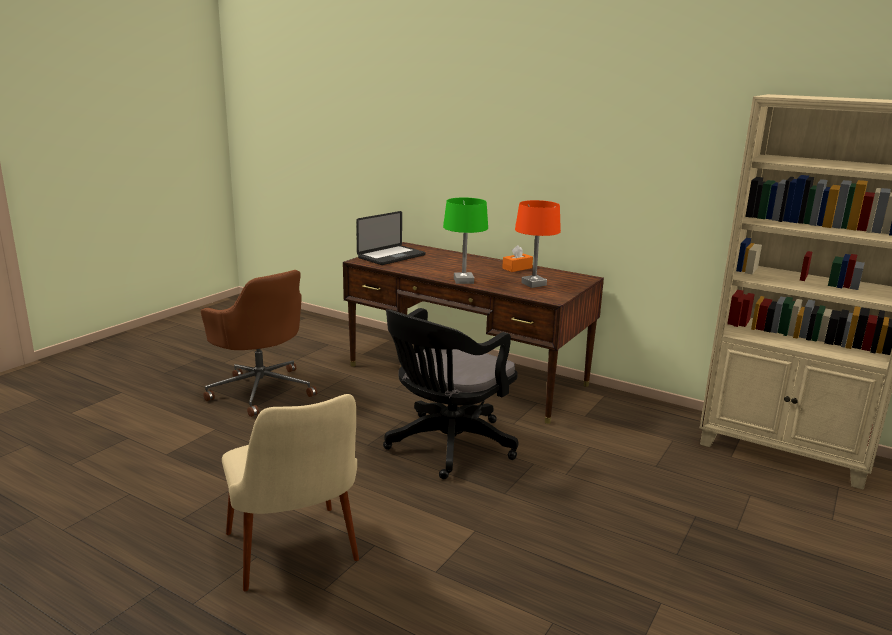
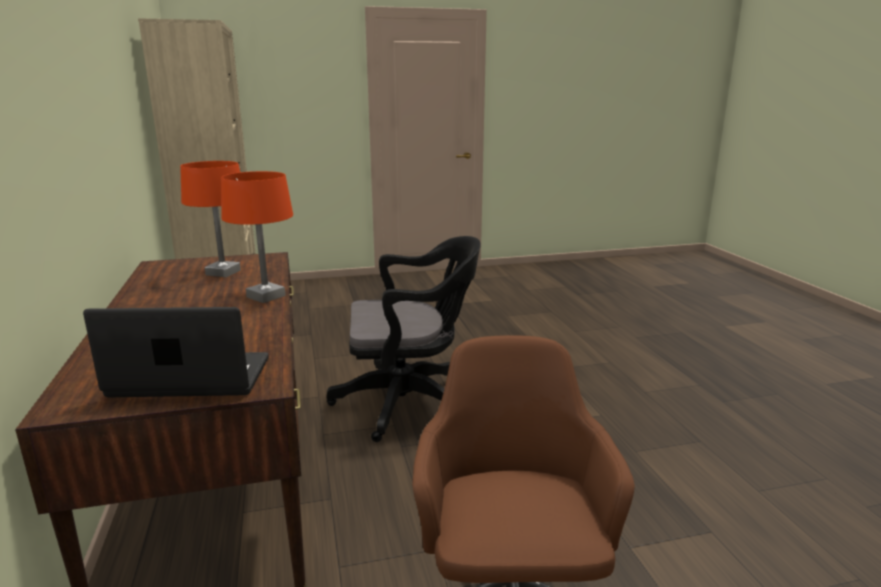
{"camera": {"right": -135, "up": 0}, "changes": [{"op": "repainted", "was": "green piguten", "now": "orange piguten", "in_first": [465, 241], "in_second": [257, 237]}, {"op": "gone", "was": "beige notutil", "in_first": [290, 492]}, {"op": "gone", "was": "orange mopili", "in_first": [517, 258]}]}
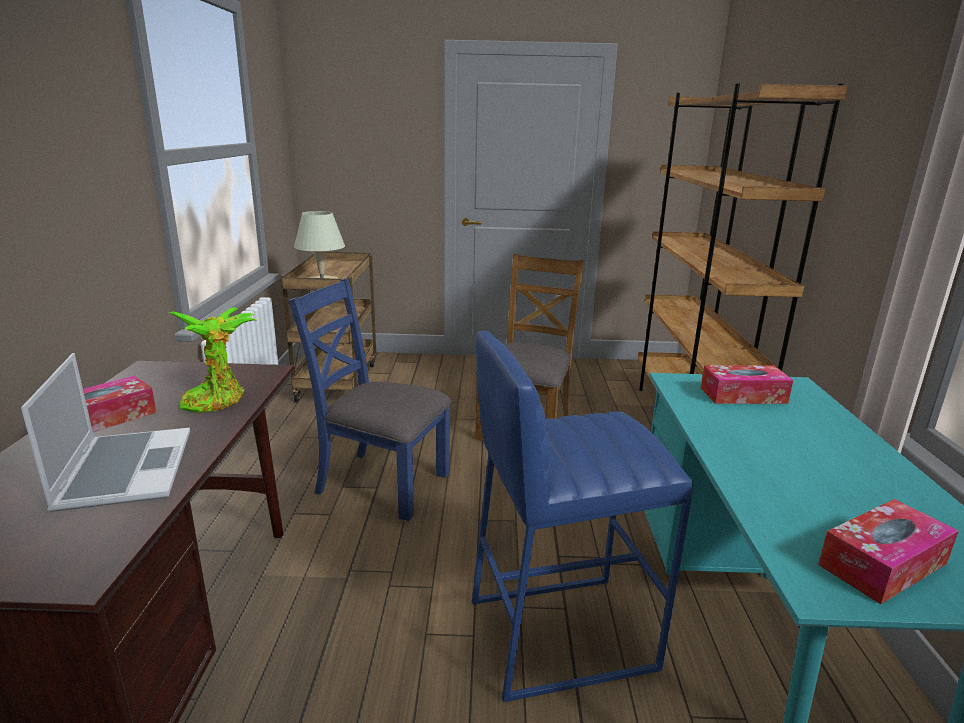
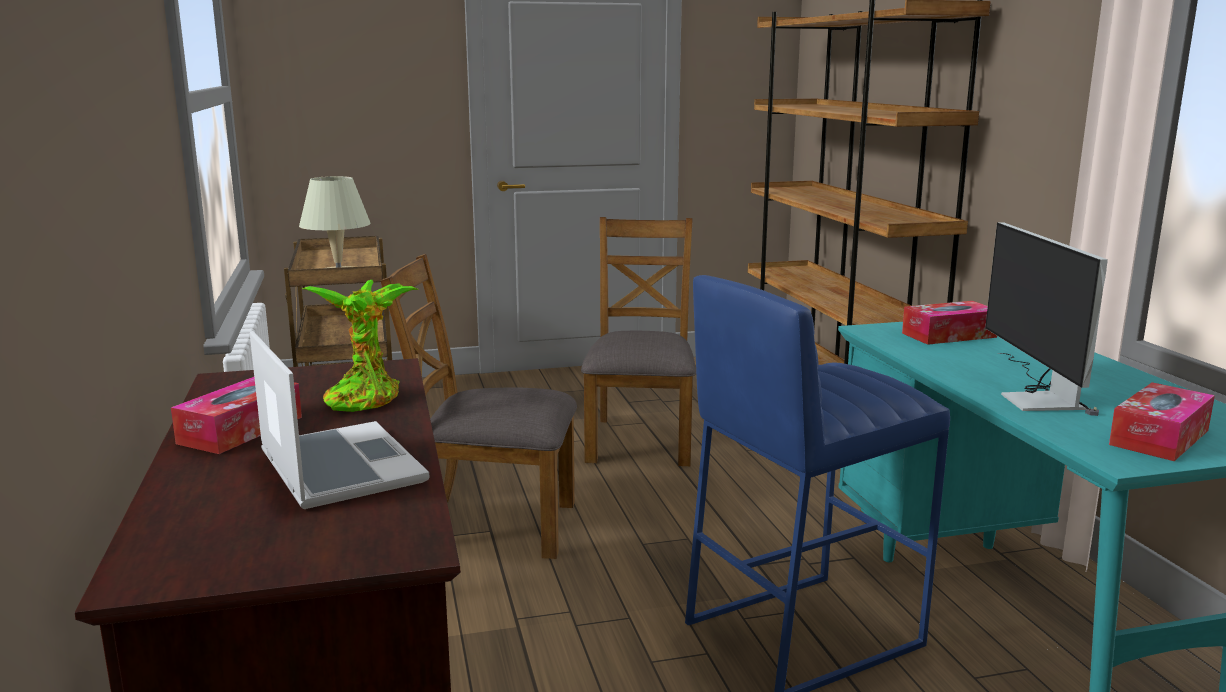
{"camera": {"right": -15, "up": -5}, "changes": [{"op": "repainted", "was": "blue notutil", "now": "brown notutil", "in_first": [370, 399], "in_second": [479, 406]}, {"op": "new", "now": "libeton", "in_second": [1046, 319]}]}
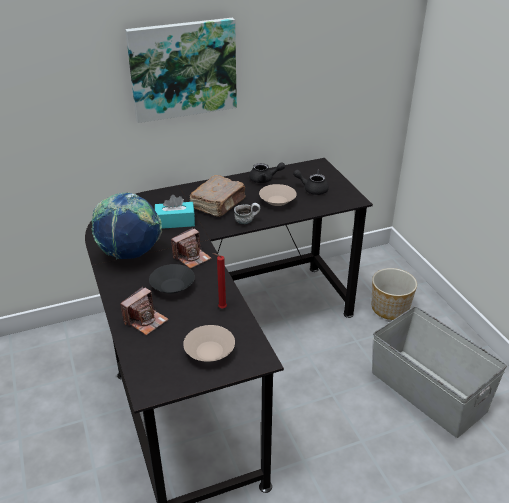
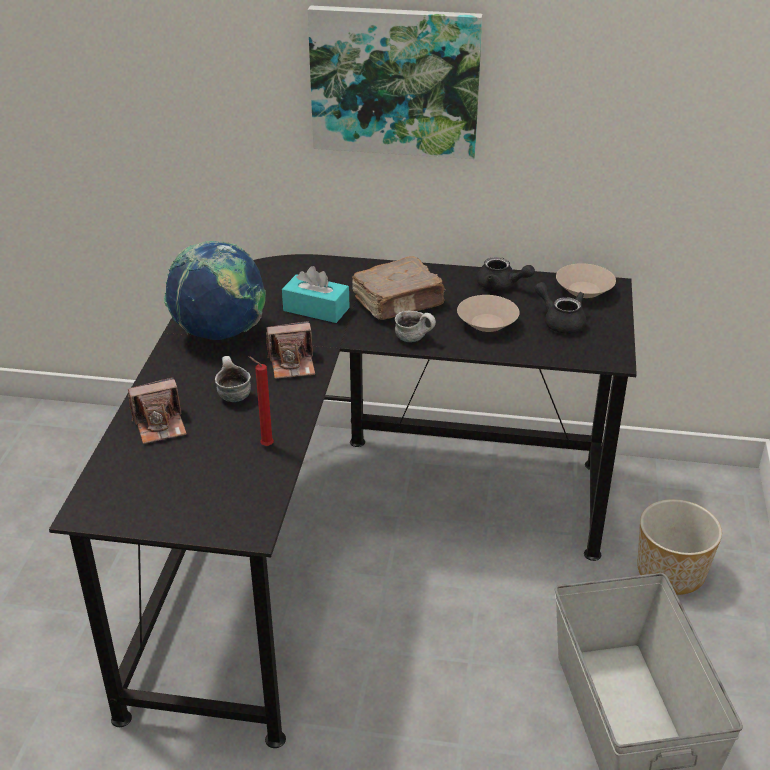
{"camera": {"right": 30, "up": 0}, "changes": [{"op": "swapped", "was": "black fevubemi", "now": "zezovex", "in_first": [172, 279], "in_second": [233, 379]}, {"op": "shifted", "was": "beige fevubemi", "in_first": [209, 343], "in_second": [586, 280]}]}
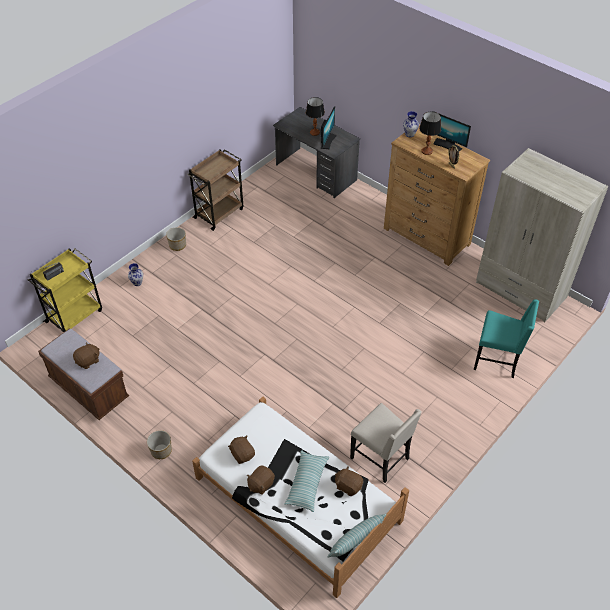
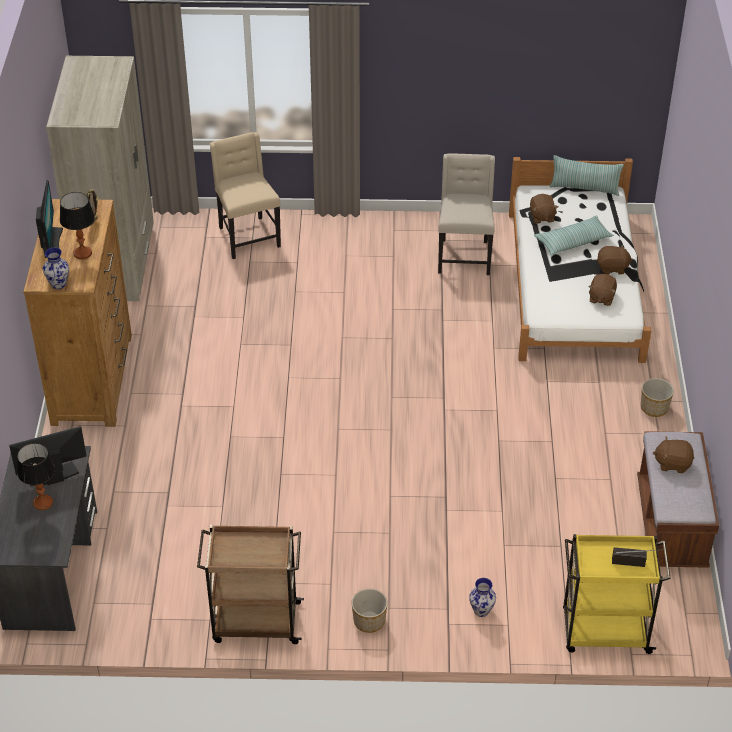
{"camera": {"right": -130, "up": -5}, "changes": [{"op": "repainted", "was": "turquoise notutil", "now": "beige notutil", "in_first": [506, 338], "in_second": [245, 195]}]}
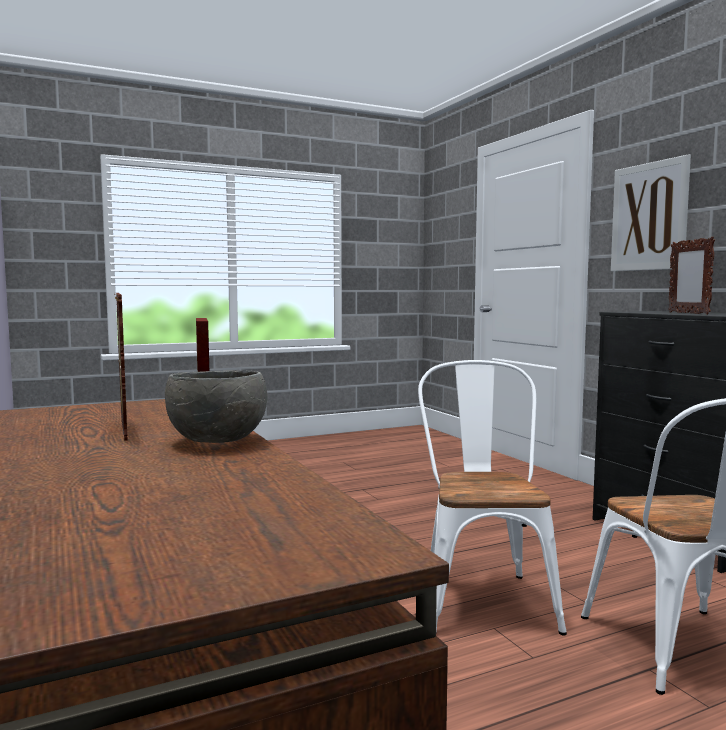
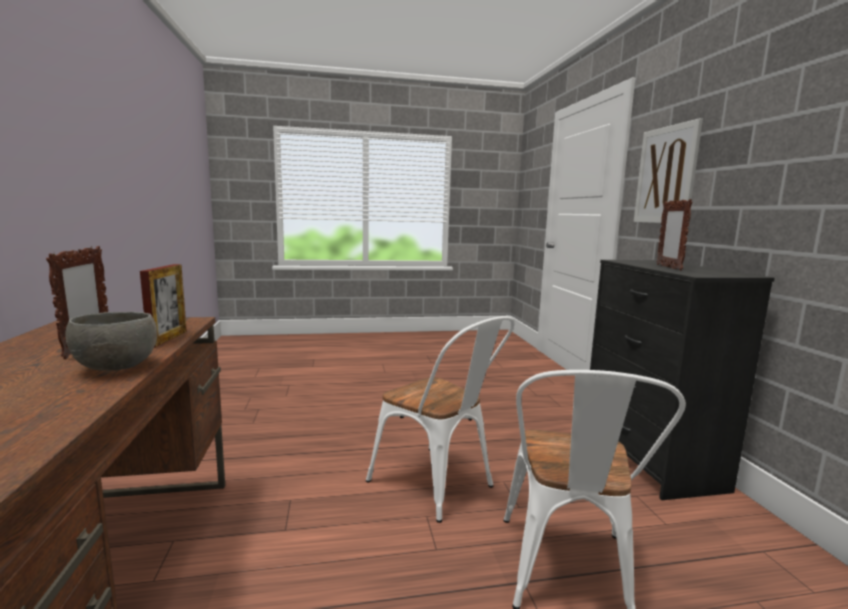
{"camera": {"right": 15, "up": 5}, "changes": [{"op": "rotated", "was": "white notutil", "in_first": [492, 498], "in_second": [440, 419], "clockwise": 120}]}
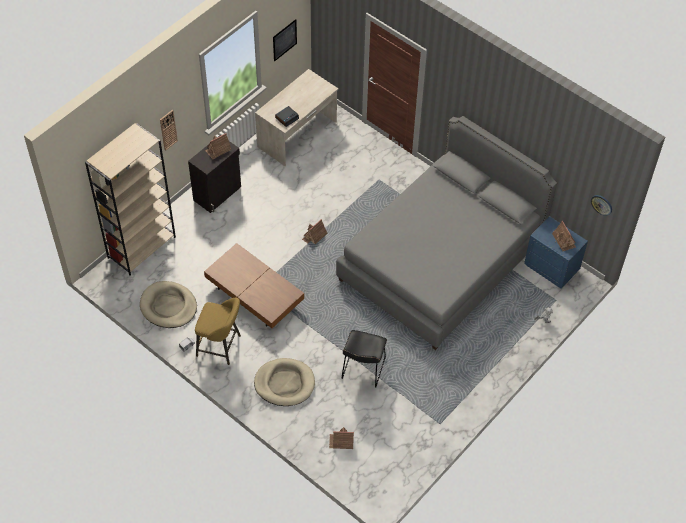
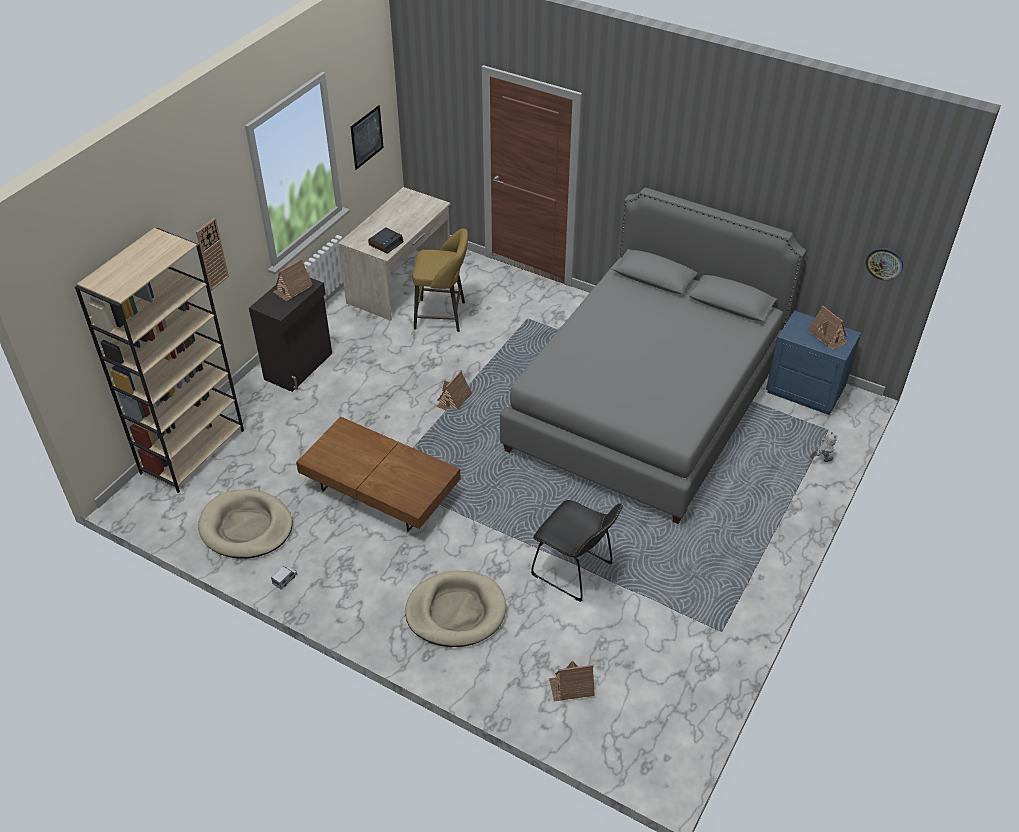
{"camera": {"right": -10, "up": -10}, "changes": [{"op": "shifted", "was": "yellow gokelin", "in_first": [218, 331], "in_second": [440, 280]}, {"op": "rotated", "was": "black notutil", "in_first": [364, 358], "in_second": [577, 551], "clockwise": -60}]}
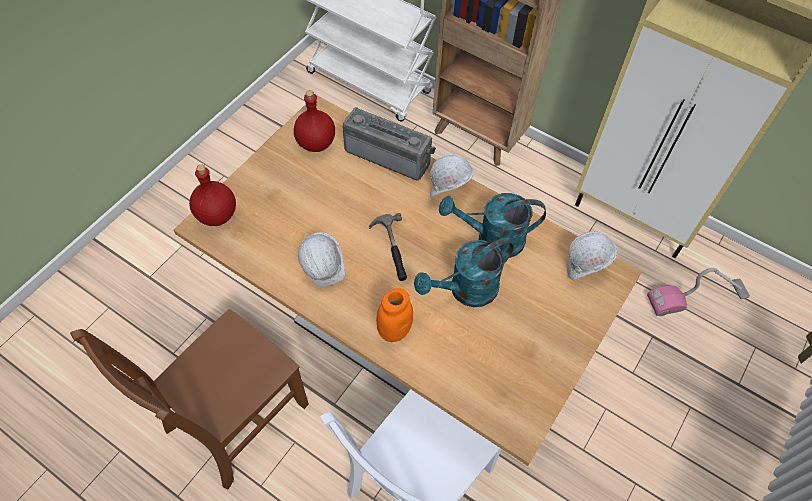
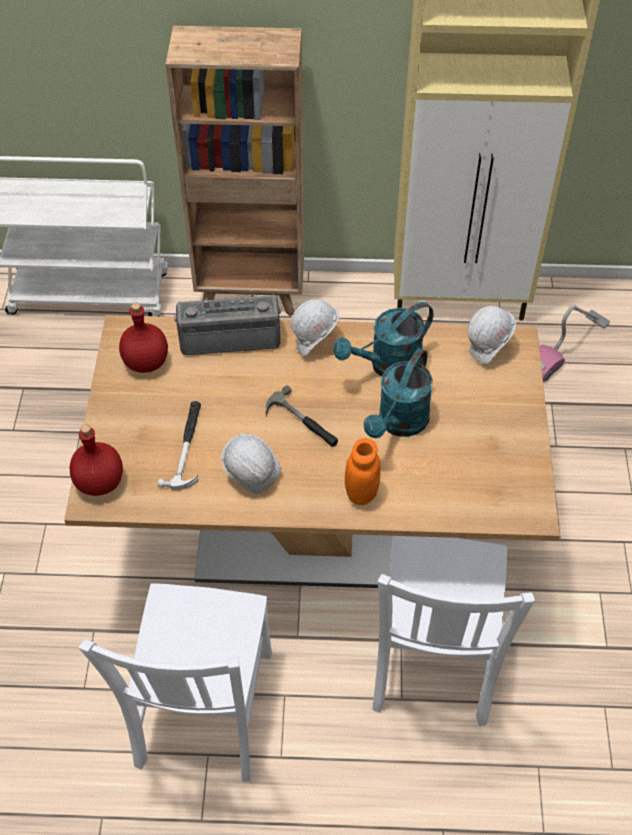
{"camera": {"right": -30, "up": -5}, "changes": [{"op": "repainted", "was": "brown notutil", "now": "white notutil", "in_first": [189, 399], "in_second": [175, 682]}, {"op": "new", "now": "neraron", "in_second": [179, 445]}]}
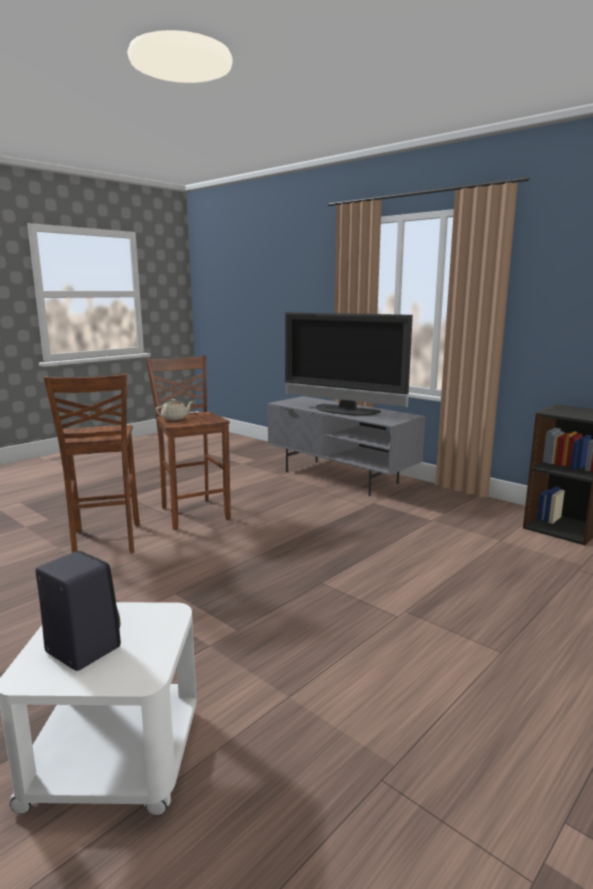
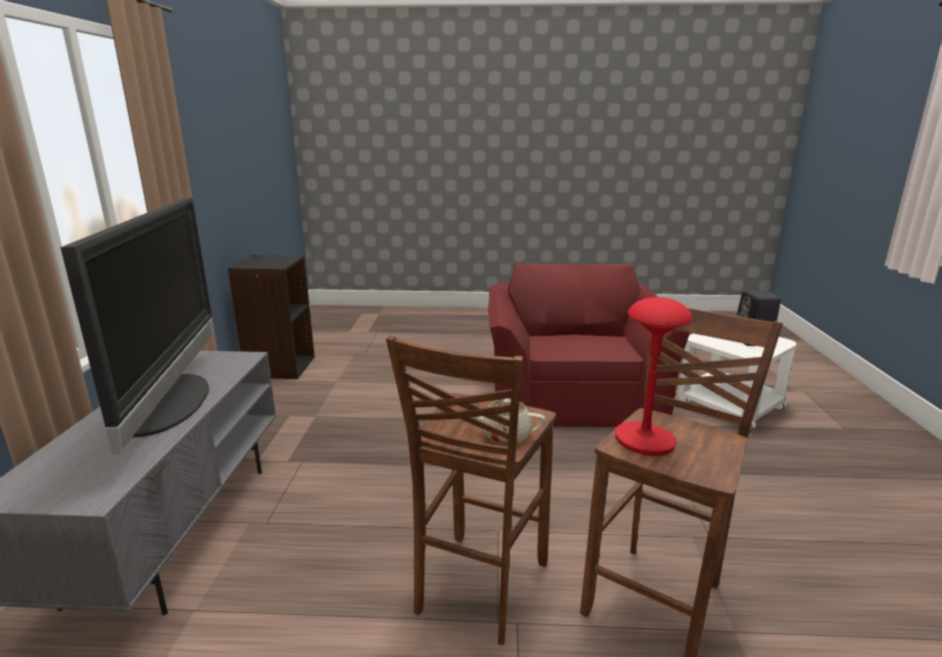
{"camera": {"right": -130, "up": 5}, "changes": [{"op": "new", "now": "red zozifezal", "in_second": [589, 345]}, {"op": "new", "now": "red piguten", "in_second": [654, 376]}]}
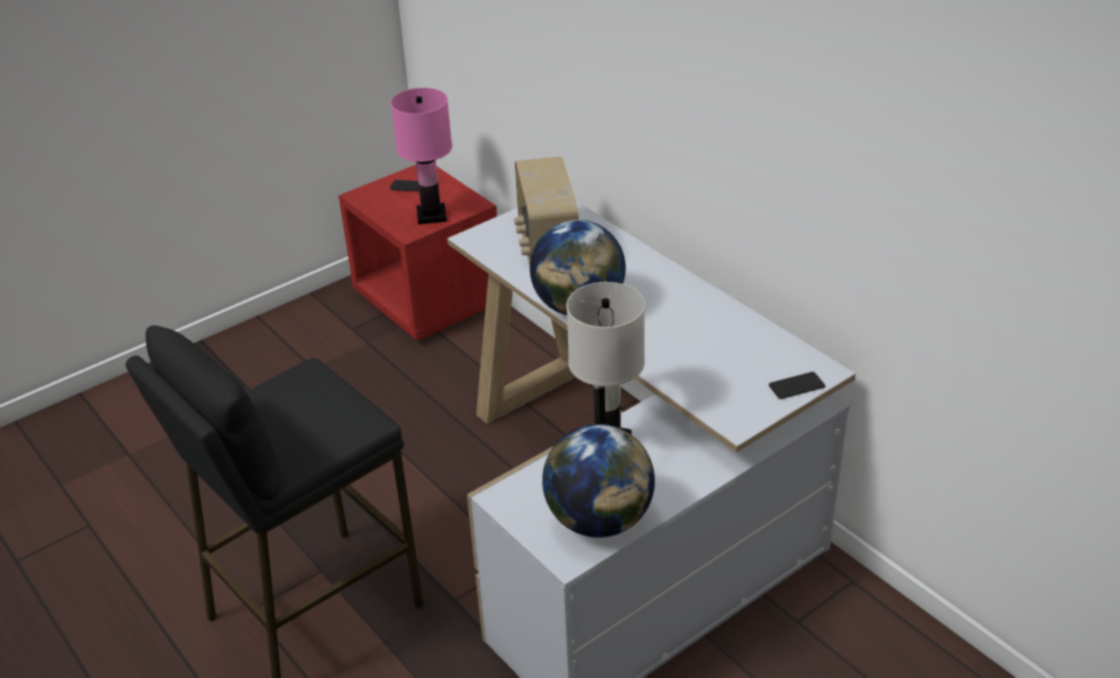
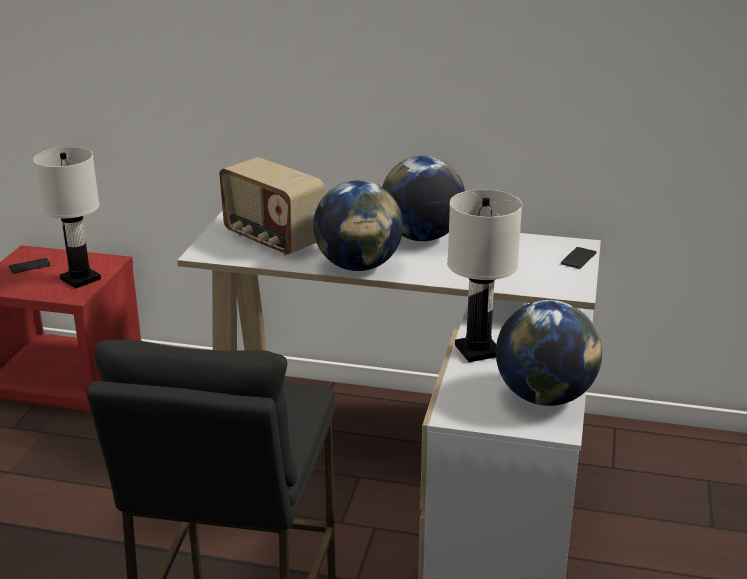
{"camera": {"right": -40, "up": -10}, "changes": [{"op": "repainted", "was": "pink piguten", "now": "white piguten", "in_first": [421, 156], "in_second": [67, 217]}, {"op": "new", "now": "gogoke", "in_second": [423, 198]}]}
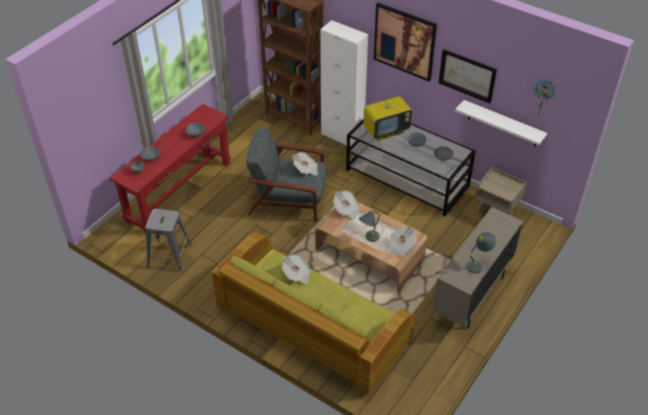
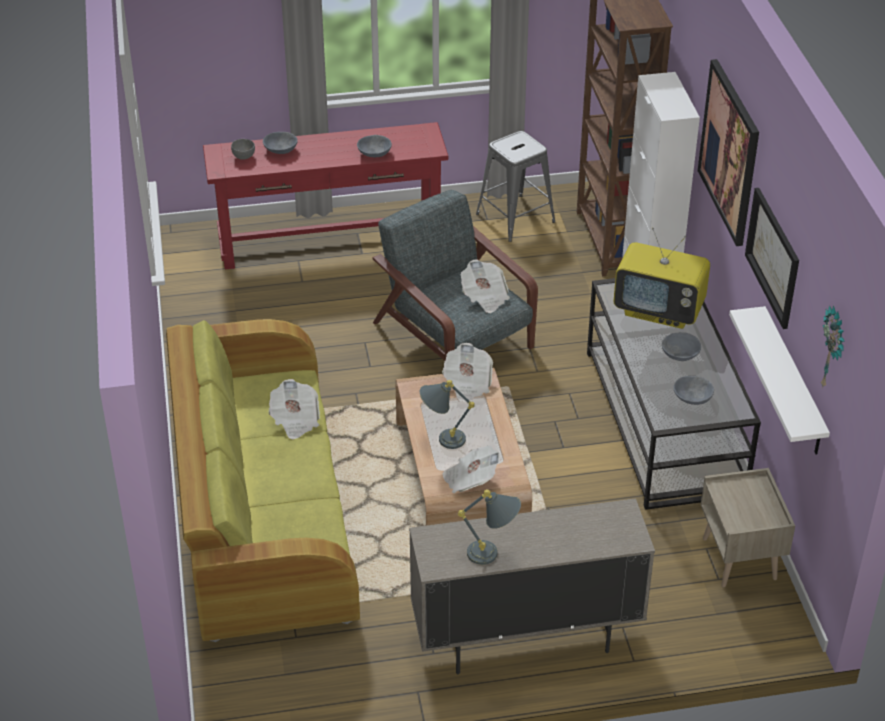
{"camera": {"right": 45, "up": -5}, "changes": [{"op": "shifted", "was": "grey gokelin", "in_first": [168, 240], "in_second": [515, 186]}]}
